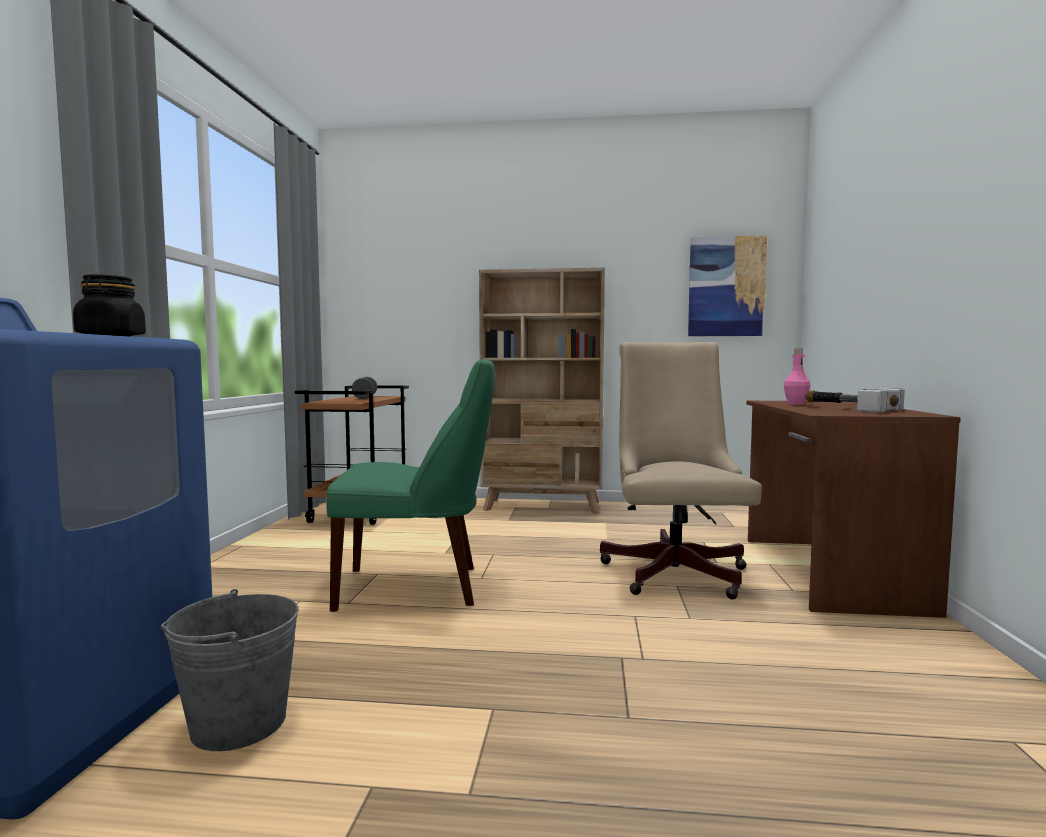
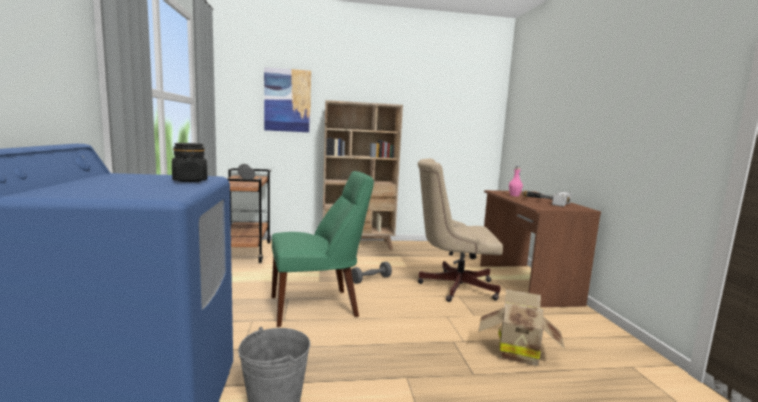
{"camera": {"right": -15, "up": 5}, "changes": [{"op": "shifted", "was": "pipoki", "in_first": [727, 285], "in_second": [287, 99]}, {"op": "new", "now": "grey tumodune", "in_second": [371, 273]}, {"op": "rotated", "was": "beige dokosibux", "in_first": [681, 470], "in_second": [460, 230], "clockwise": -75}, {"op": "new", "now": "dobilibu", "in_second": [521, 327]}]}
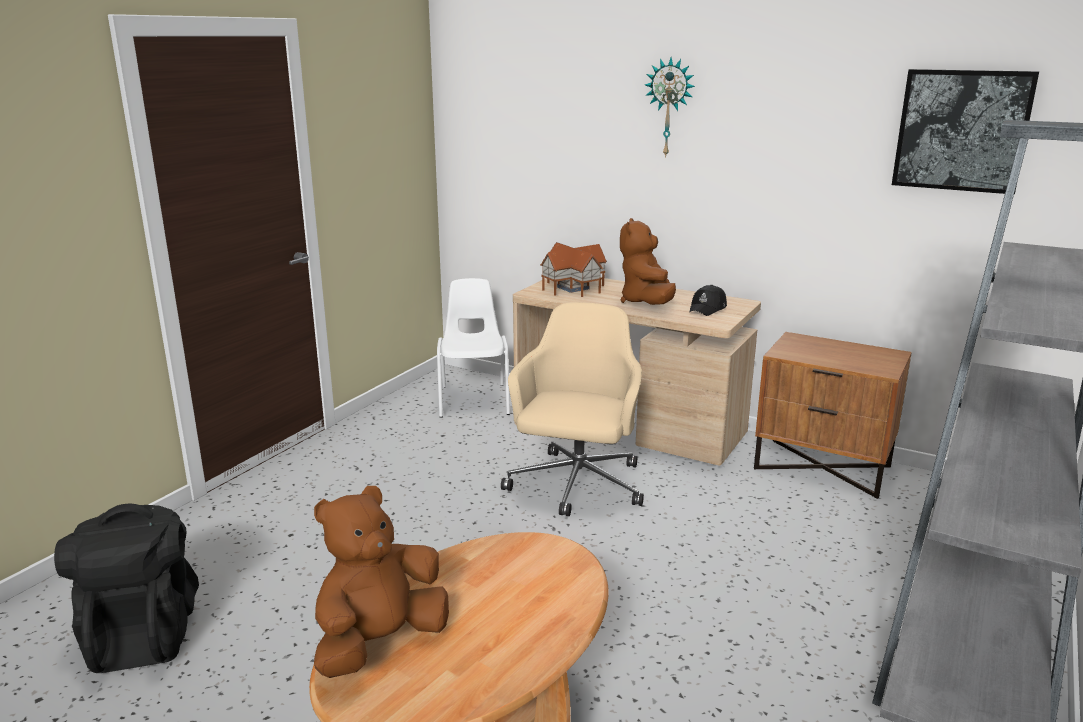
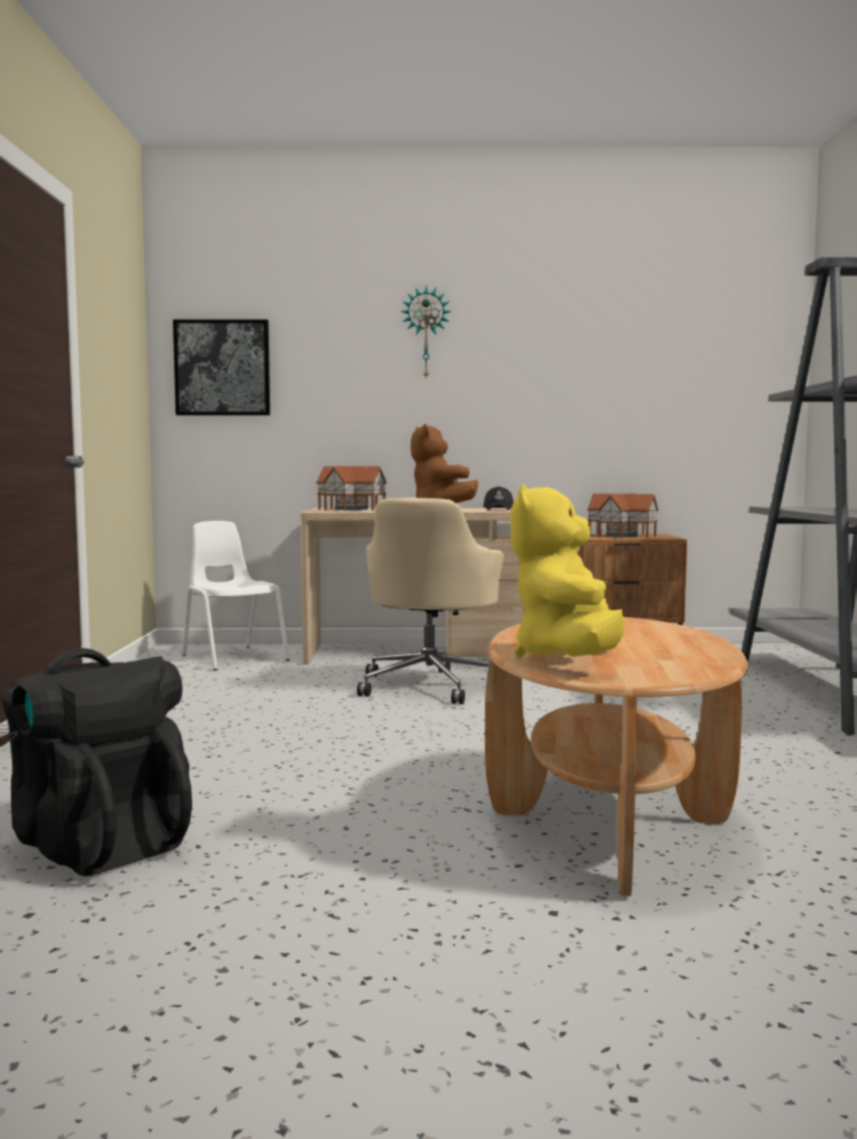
{"camera": {"right": -30, "up": -15}, "changes": [{"op": "shifted", "was": "pipoki", "in_first": [965, 132], "in_second": [221, 367]}, {"op": "rotated", "was": "beige dokosibux", "in_first": [572, 409], "in_second": [430, 601], "clockwise": -150}, {"op": "repainted", "was": "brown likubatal", "now": "yellow likubatal", "in_first": [381, 582], "in_second": [567, 571]}, {"op": "new", "now": "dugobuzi", "in_second": [623, 515]}]}
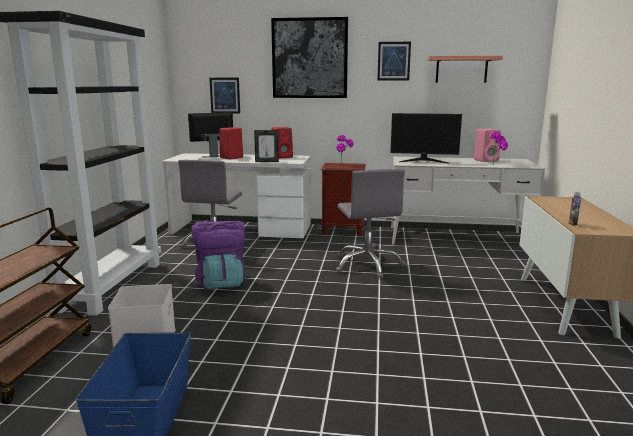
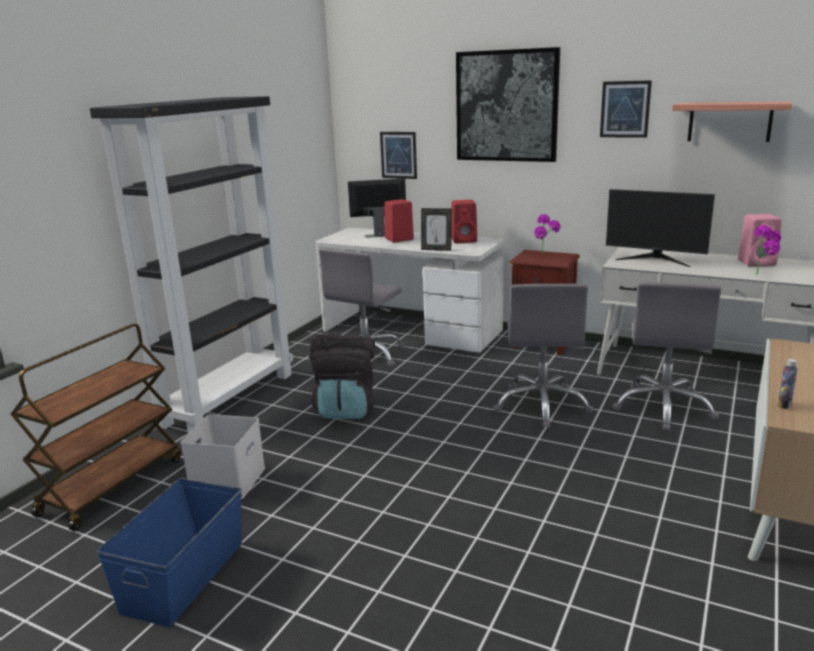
{"camera": {"right": 20, "up": 5}, "changes": [{"op": "repainted", "was": "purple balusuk", "now": "black balusuk", "in_first": [218, 255], "in_second": [342, 376]}, {"op": "new", "now": "grey dokosibux", "in_second": [666, 356]}]}
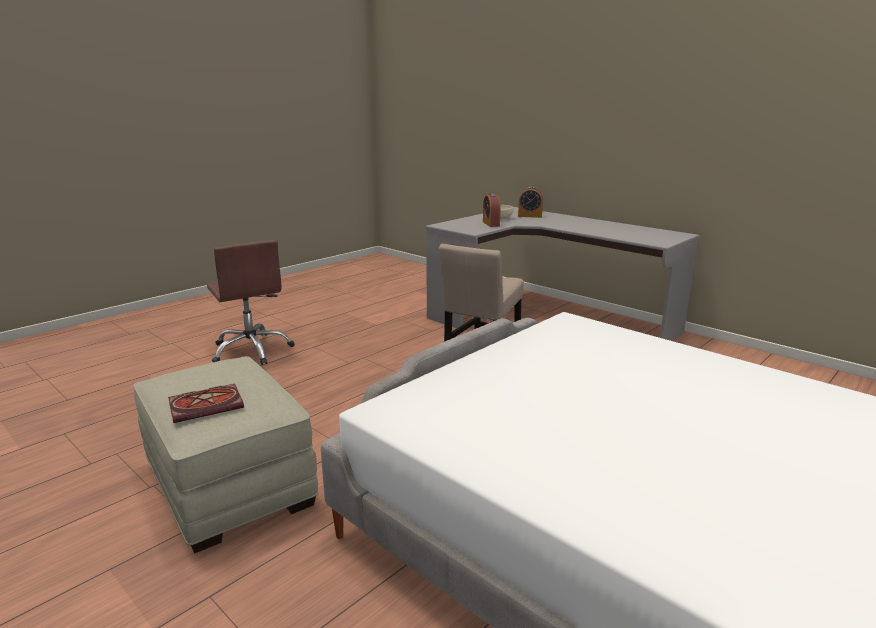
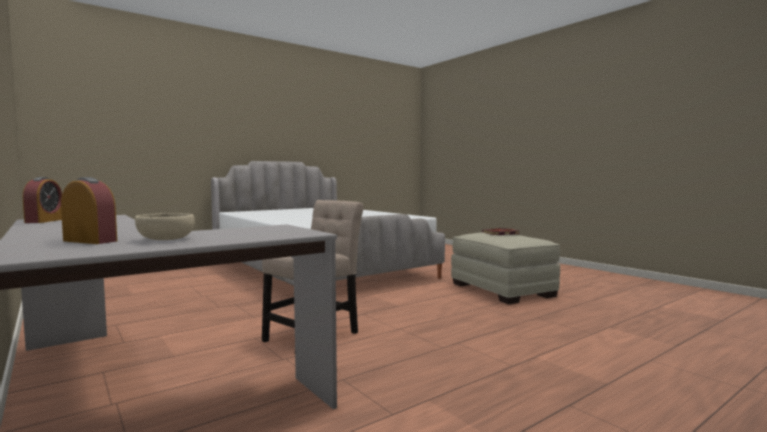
{"camera": {"right": -170, "up": -15}, "changes": [{"op": "shifted", "was": "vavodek", "in_first": [492, 210], "in_second": [42, 200]}, {"op": "gone", "was": "brown dokosibux", "in_first": [250, 302]}]}
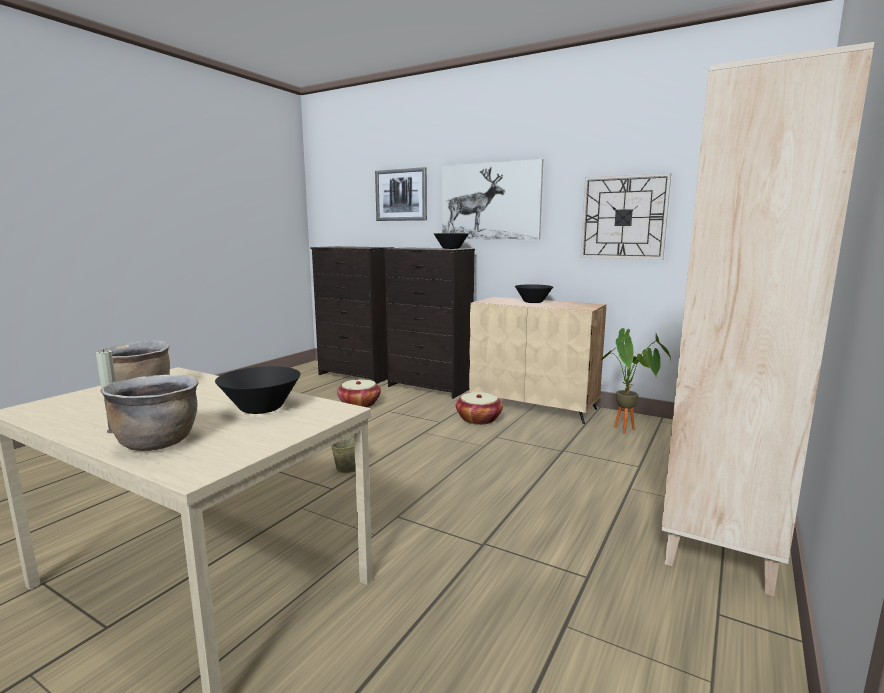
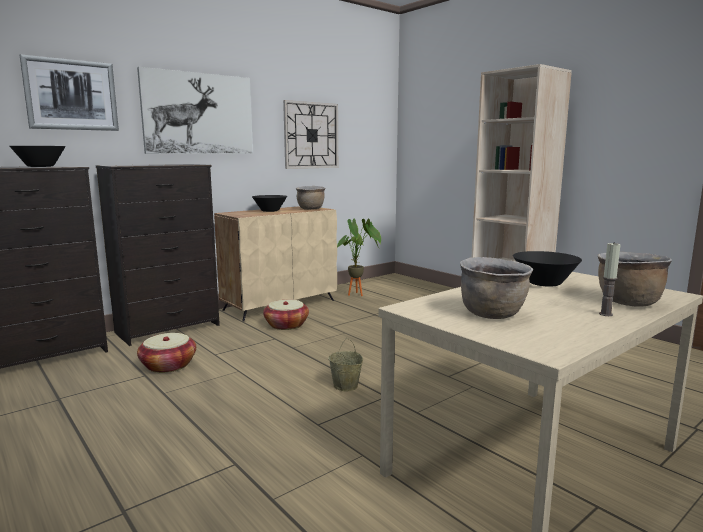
{"camera": {"right": -70, "up": 0}, "changes": [{"op": "shifted", "was": "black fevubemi", "in_first": [451, 241], "in_second": [37, 156]}, {"op": "new", "now": "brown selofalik", "in_second": [311, 198]}]}
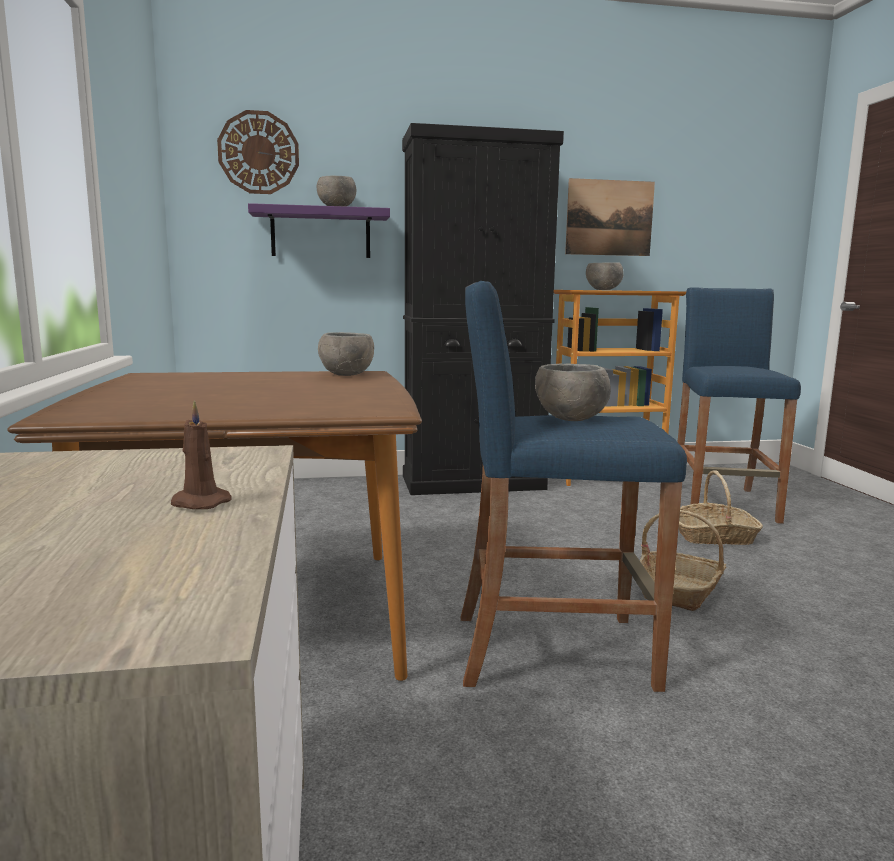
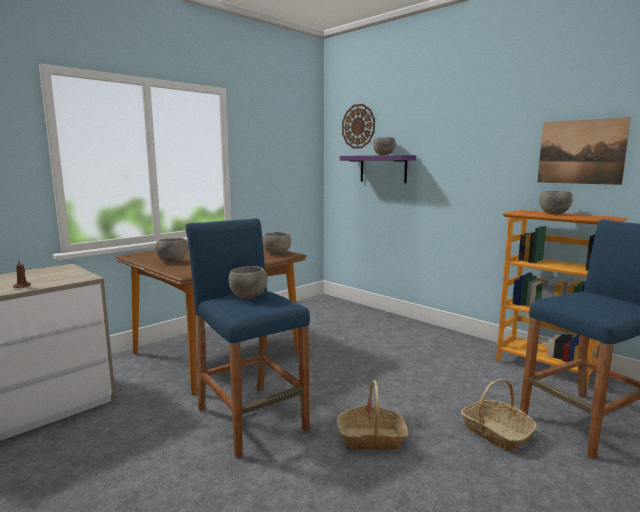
{"camera": {"right": 55, "up": 0}, "changes": [{"op": "new", "now": "grey fevubemi", "in_second": [171, 250]}, {"op": "gone", "was": "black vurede", "in_first": [483, 309]}]}
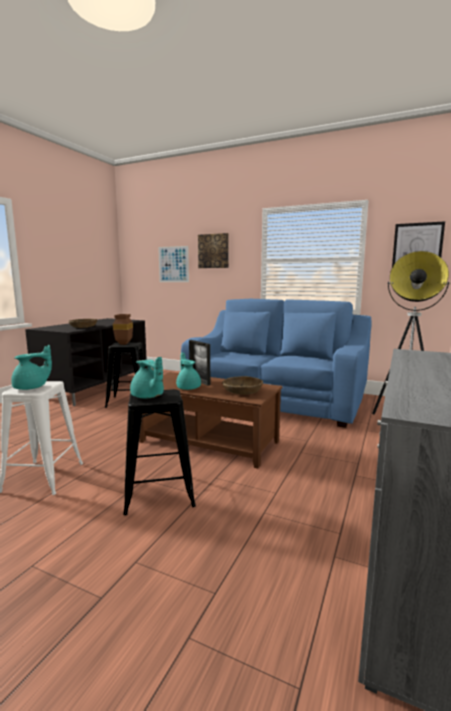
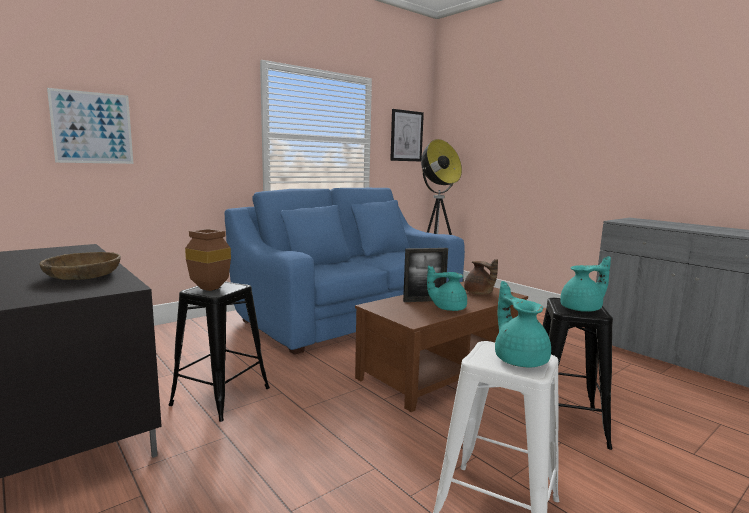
{"camera": {"right": -65, "up": 0}, "changes": [{"op": "swapped", "was": "brown fevubemi", "now": "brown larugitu", "in_first": [242, 385], "in_second": [481, 277]}, {"op": "gone", "was": "pipoki", "in_first": [213, 250]}]}
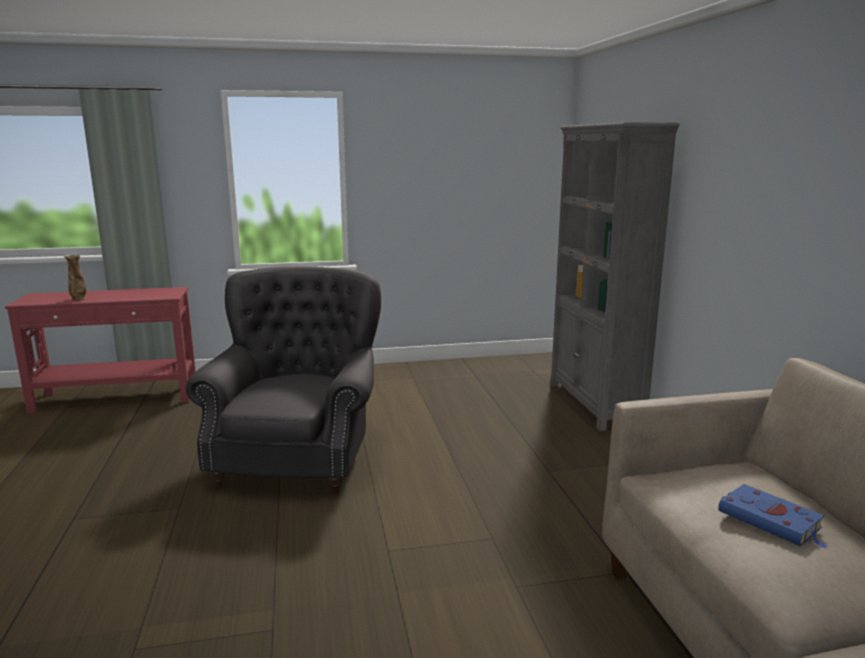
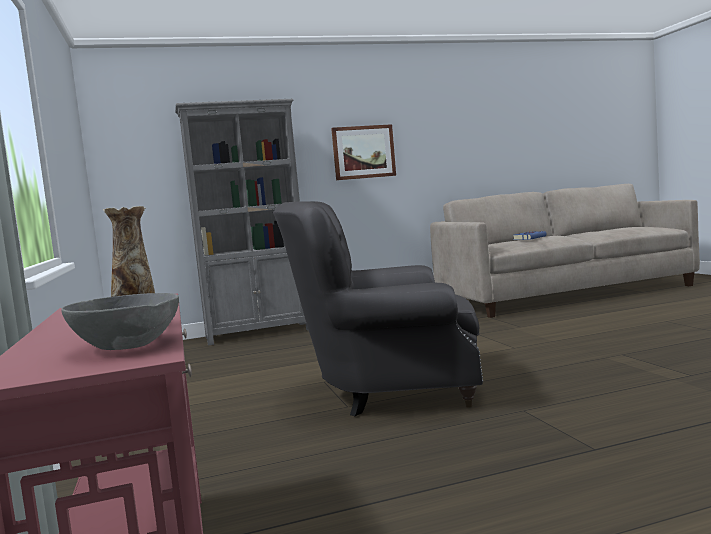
{"camera": {"right": -95, "up": -10}, "changes": [{"op": "new", "now": "grey fevubemi", "in_second": [120, 321]}, {"op": "new", "now": "pipoki", "in_second": [363, 152]}]}
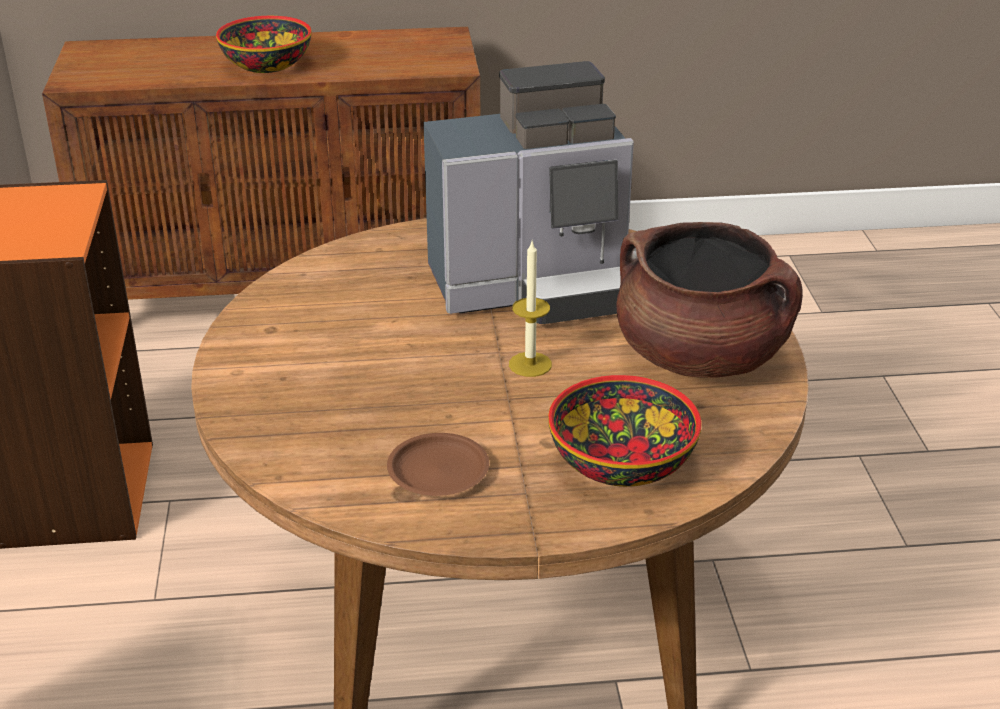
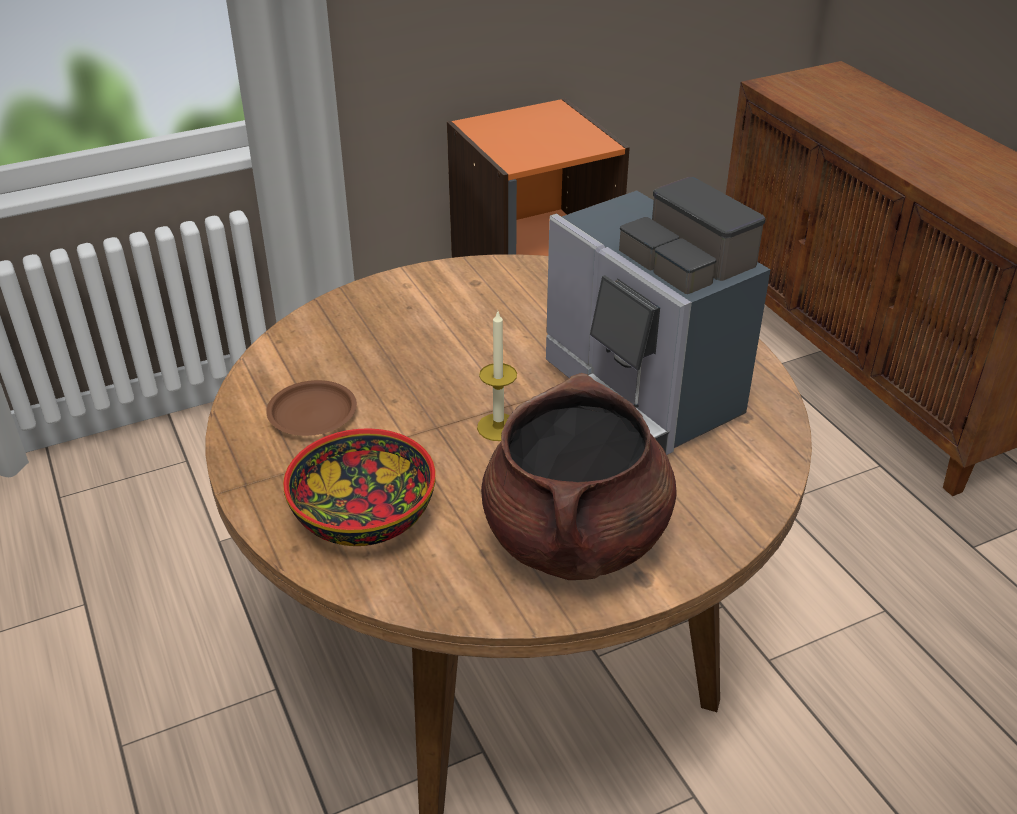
{"camera": {"right": 70, "up": 5}, "changes": [{"op": "gone", "was": "fevubemi", "in_first": [264, 44]}]}
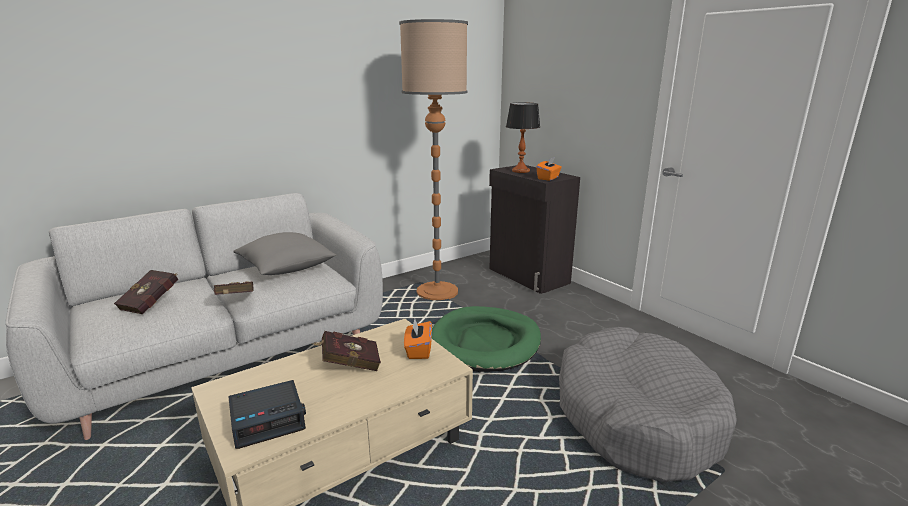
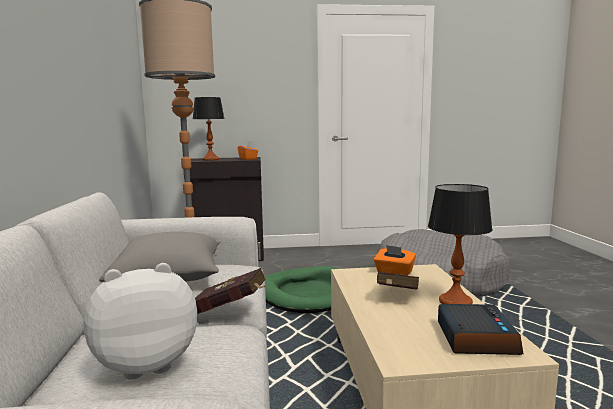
{"camera": {"right": -60, "up": -10}, "changes": [{"op": "swapped", "was": "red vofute", "now": "likubatal", "in_first": [146, 292], "in_second": [140, 321]}, {"op": "new", "now": "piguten", "in_second": [460, 244]}]}
